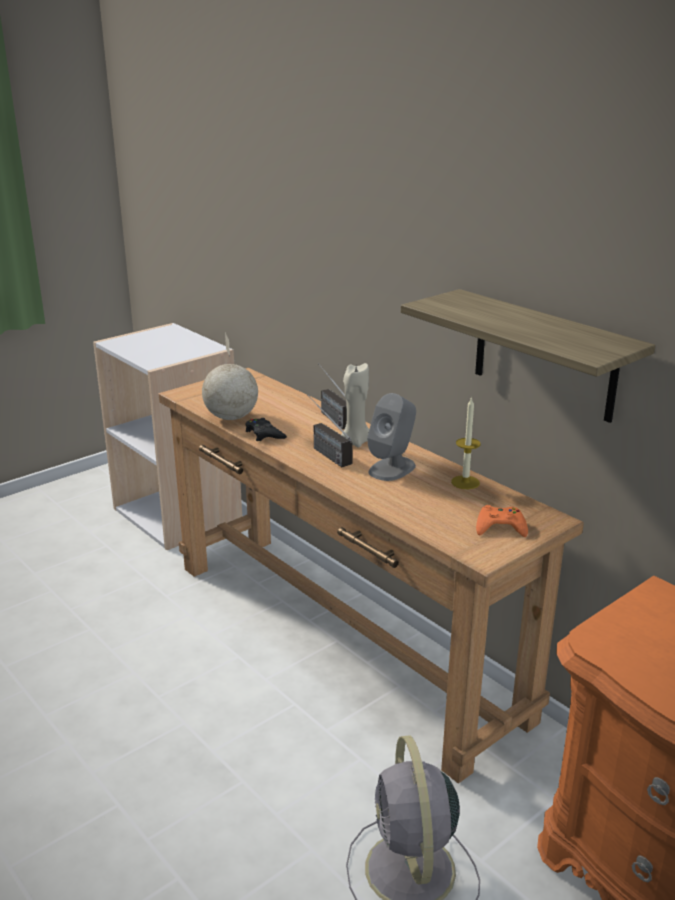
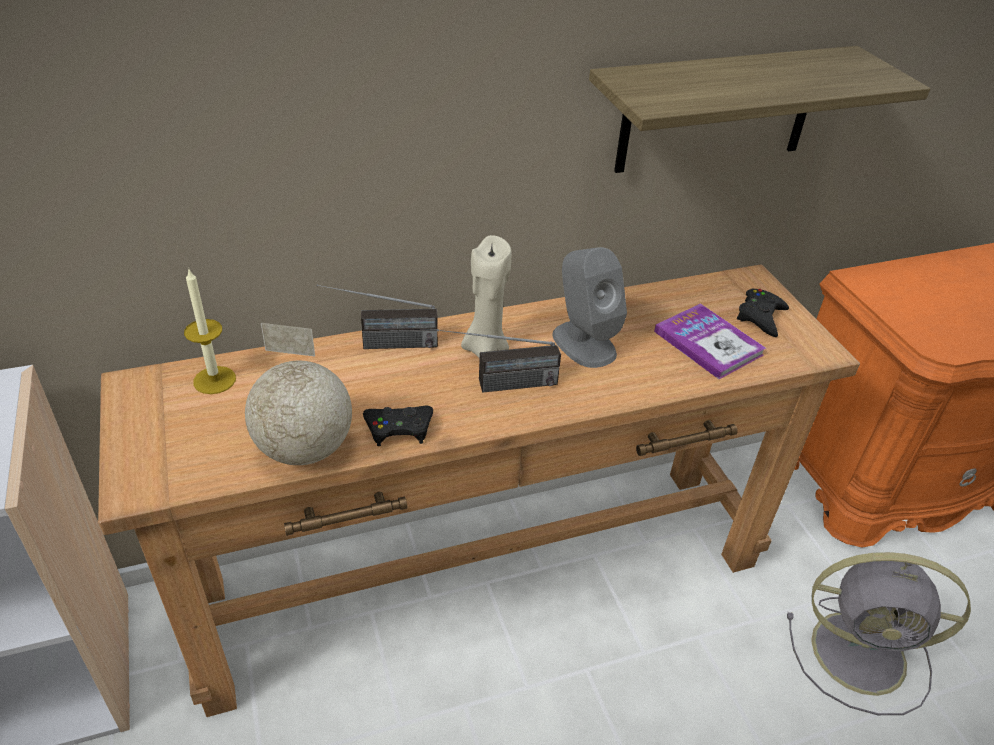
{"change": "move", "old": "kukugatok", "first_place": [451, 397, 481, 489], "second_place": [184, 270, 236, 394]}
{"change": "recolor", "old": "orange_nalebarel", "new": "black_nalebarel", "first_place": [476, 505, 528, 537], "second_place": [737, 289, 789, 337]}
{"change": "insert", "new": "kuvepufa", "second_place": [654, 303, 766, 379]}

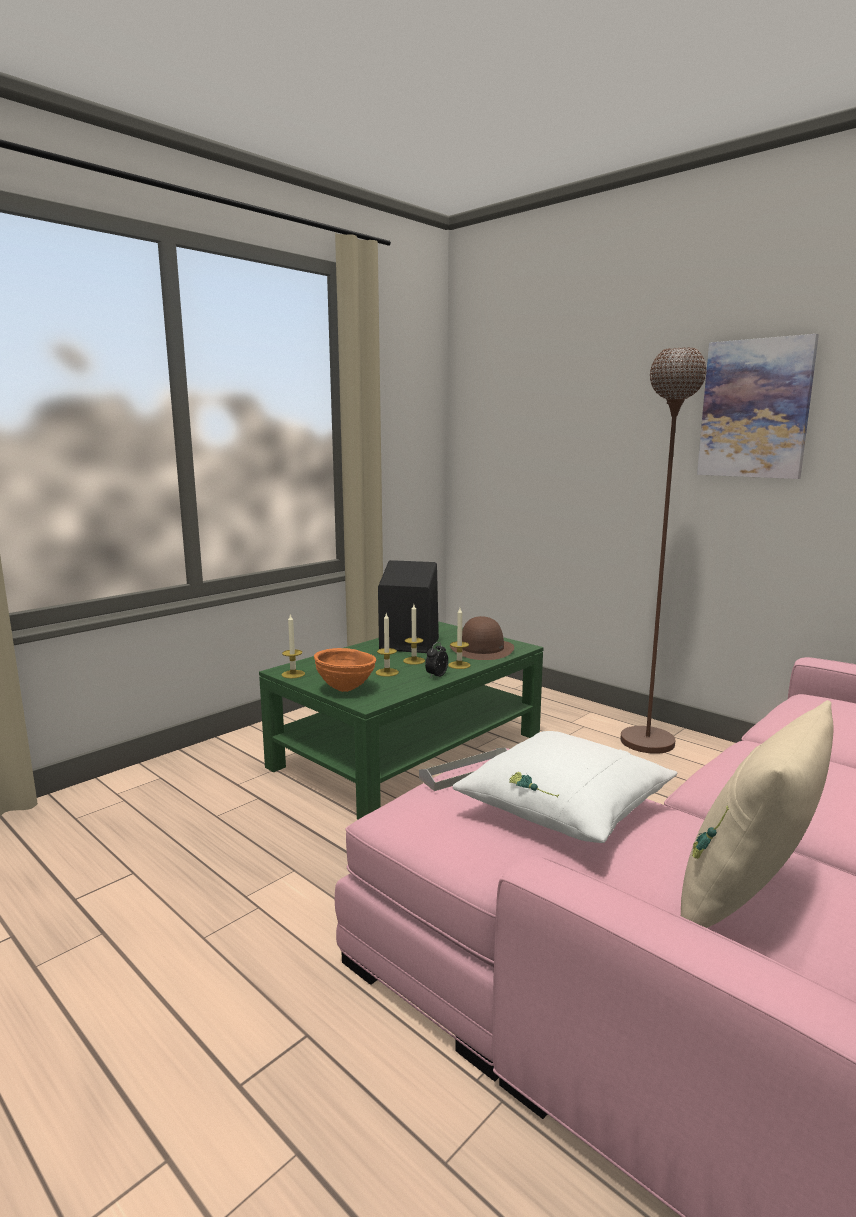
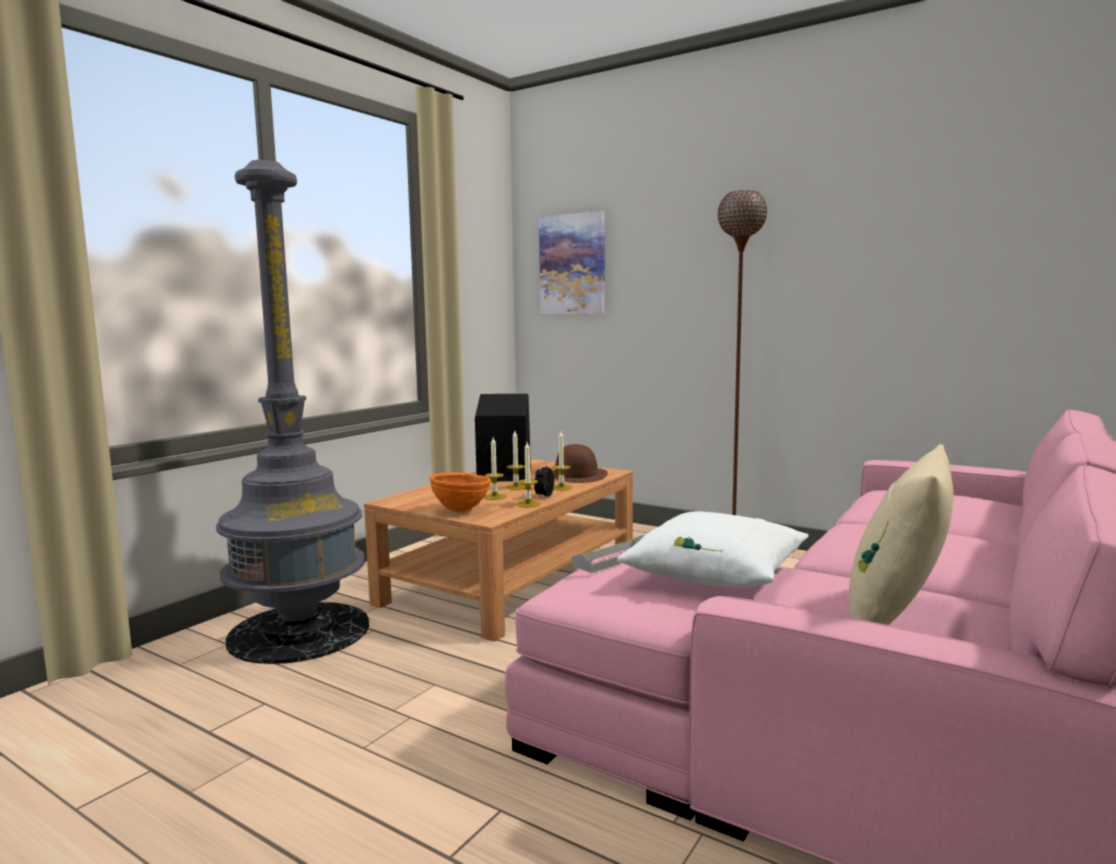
{"change": "move", "old": "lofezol", "first_place": [697, 334, 819, 479], "second_place": [539, 211, 605, 314]}
{"change": "move", "old": "kukugatok", "first_place": [282, 614, 305, 678], "second_place": [516, 442, 540, 507]}
{"change": "recolor", "old": "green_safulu", "new": "brown_safulu", "first_place": [259, 621, 544, 819], "second_place": [364, 459, 633, 642]}
{"change": "insert", "new": "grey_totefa", "second_place": [216, 160, 369, 664]}

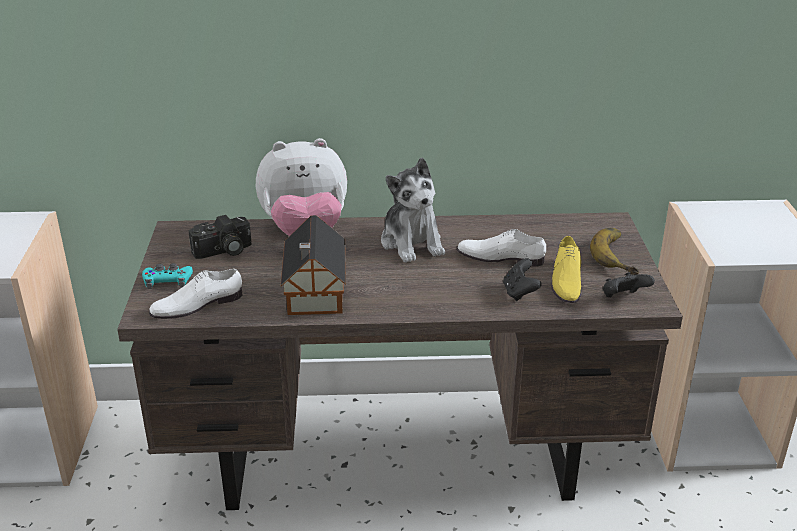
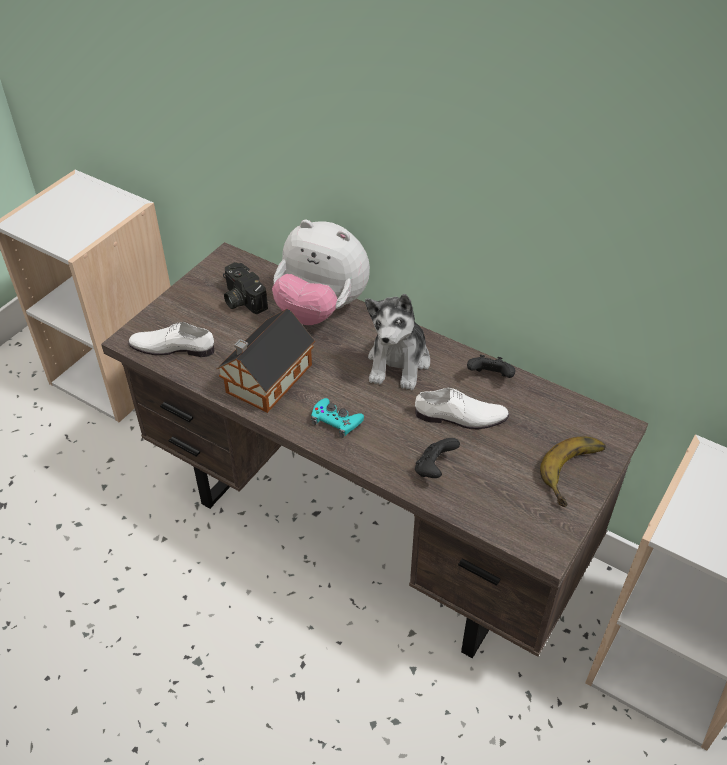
{"change": "rotate", "old": "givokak", "first_place": [188, 215, 252, 259], "second_place": [223, 262, 268, 314], "degrees": 45}
{"change": "rotate", "old": "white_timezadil", "first_place": [457, 229, 546, 267], "second_place": [415, 387, 509, 429], "degrees": 135}
{"change": "delete", "old": "yellow_timezadil", "first_place": [551, 236, 581, 303]}
{"change": "move", "old": "turquoise_nalebarel", "first_place": [142, 263, 193, 289], "second_place": [311, 398, 364, 438]}
{"change": "move", "old": "black_nalebarel", "first_place": [603, 272, 655, 297], "second_place": [467, 355, 515, 378]}

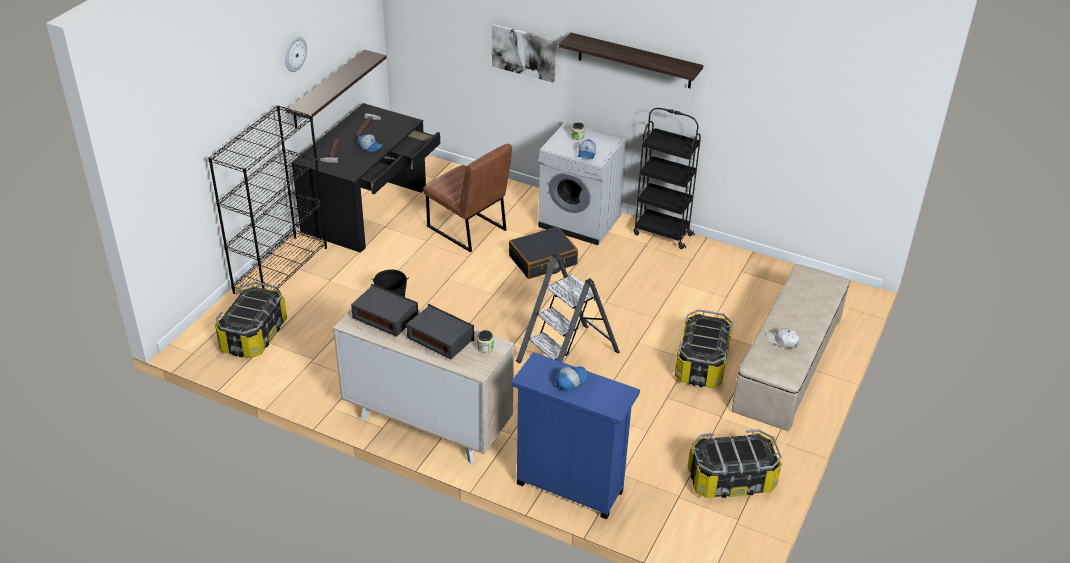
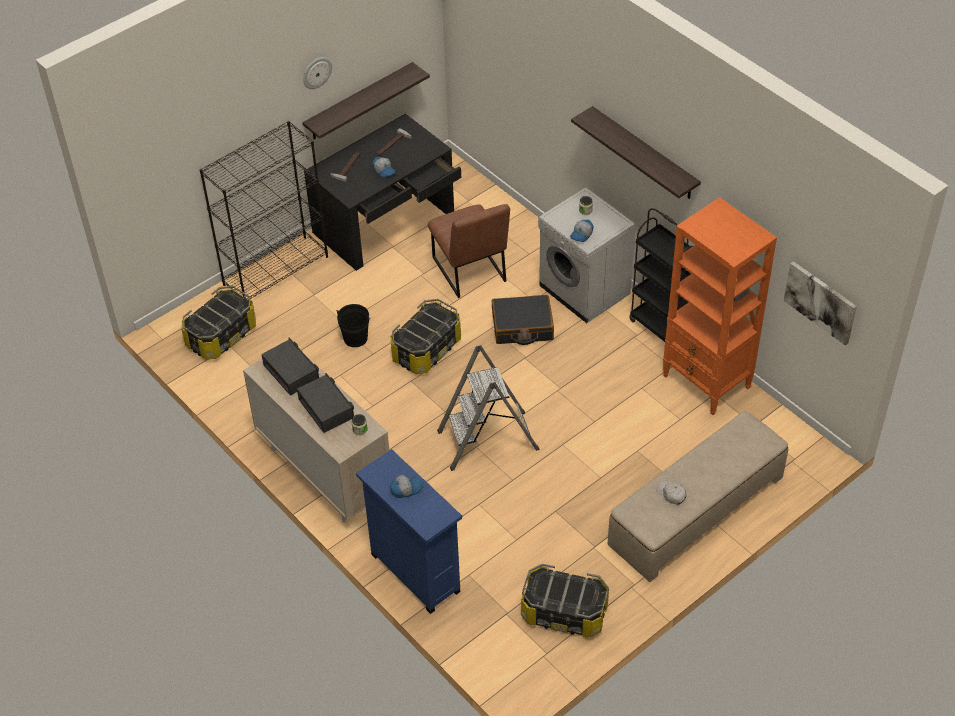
{"change": "move", "old": "lofezol", "first_place": [492, 24, 556, 82], "second_place": [784, 261, 857, 345]}
{"change": "move", "old": "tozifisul", "first_place": [675, 309, 733, 388], "second_place": [390, 299, 461, 374]}
{"change": "insert", "new": "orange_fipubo", "second_place": [663, 197, 777, 415]}

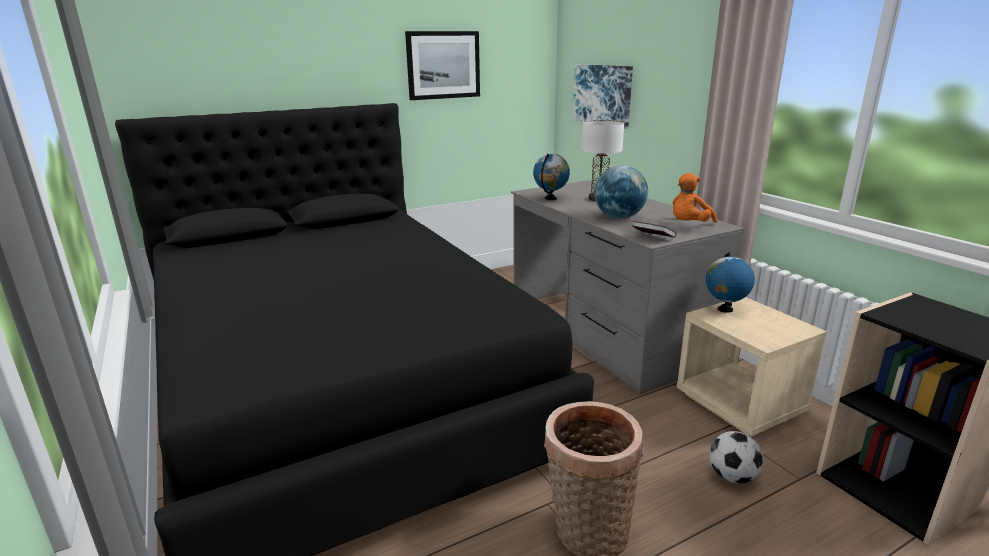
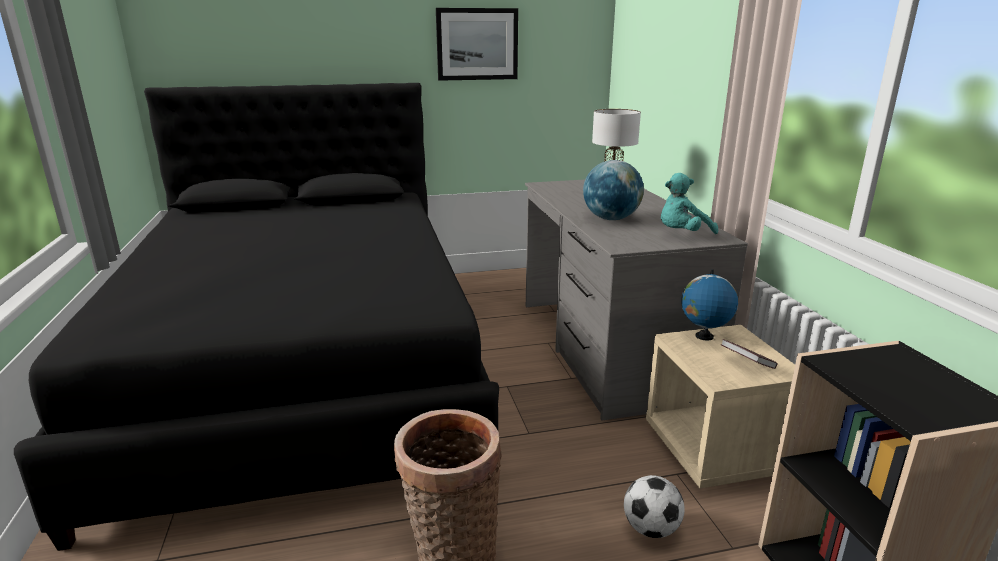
{"change": "delete", "old": "lofezol", "first_place": [573, 64, 633, 129]}
{"change": "delete", "old": "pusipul", "first_place": [533, 154, 570, 200]}
{"change": "recolor", "old": "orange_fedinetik", "new": "turquoise_fedinetik", "first_place": [672, 173, 717, 223], "second_place": [661, 173, 718, 234]}
{"change": "move", "old": "kuvepufa", "first_place": [632, 221, 676, 237], "second_place": [721, 339, 778, 369]}

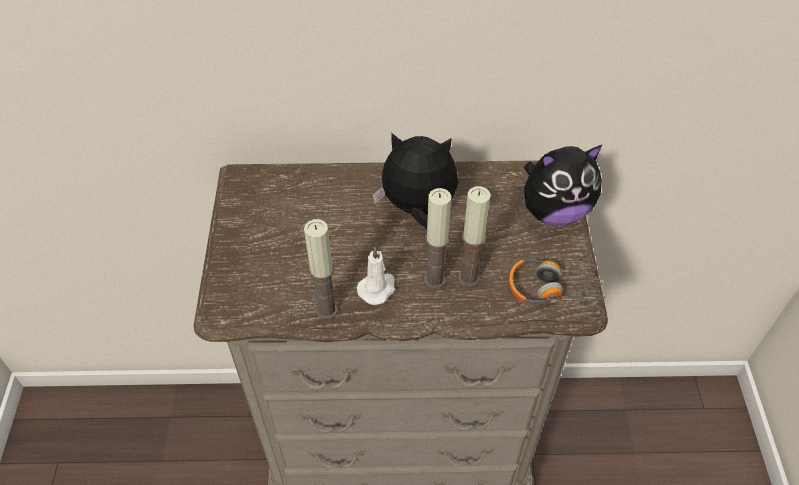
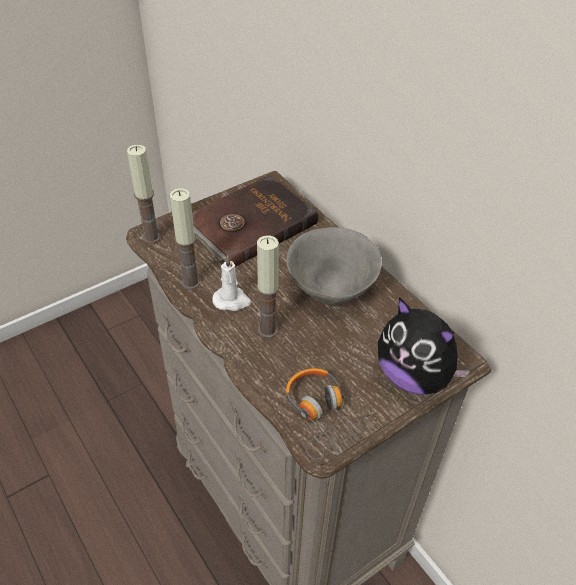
{"change": "replace", "old": "fedinetik", "new": "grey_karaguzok", "first_place": [372, 133, 458, 229], "second_place": [286, 227, 382, 305]}
{"change": "move", "old": "kukugatok", "first_place": [458, 186, 491, 287], "second_place": [127, 145, 161, 244]}
{"change": "insert", "new": "brown_kuvepufa", "second_place": [192, 175, 318, 267]}

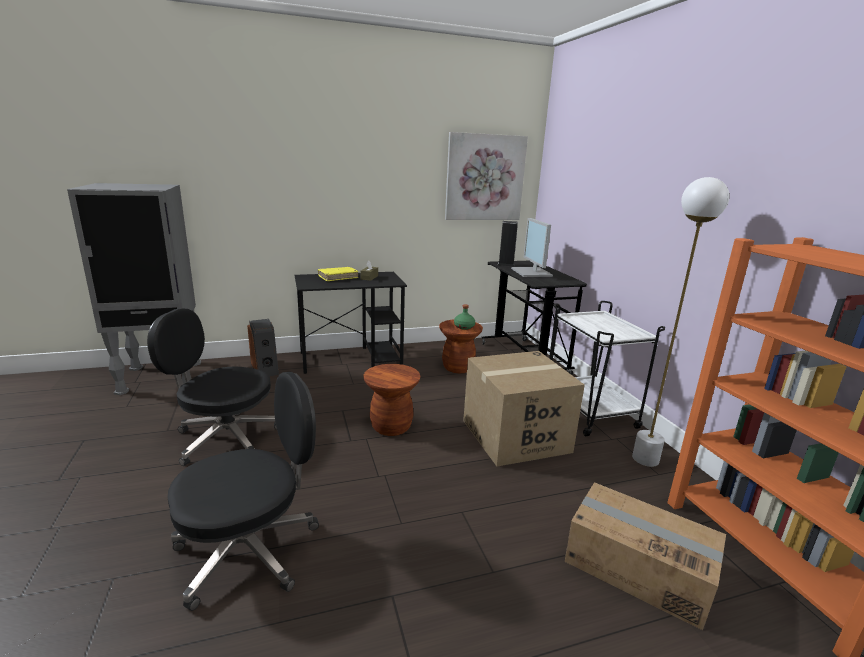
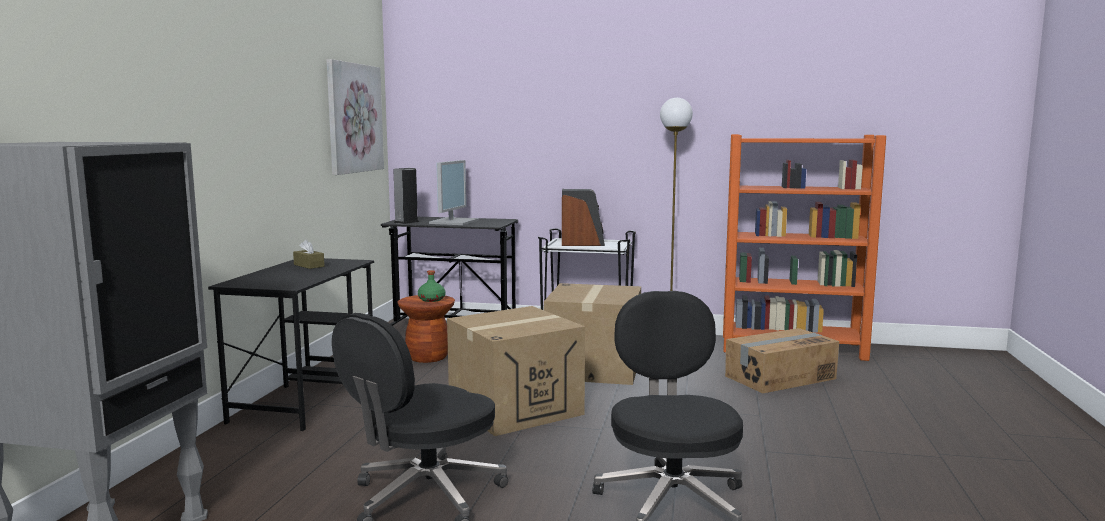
{"change": "rotate", "old": "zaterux", "first_place": [511, 218, 553, 277], "second_place": [429, 160, 479, 225], "degrees": -90}
{"change": "delete", "old": "yellow_kuvepufa", "first_place": [318, 267, 358, 281]}
{"change": "move", "old": "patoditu", "first_place": [247, 319, 279, 376], "second_place": [562, 189, 605, 246]}
{"change": "replace", "old": "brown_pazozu", "new": "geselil", "first_place": [363, 364, 421, 436], "second_place": [447, 306, 585, 436]}

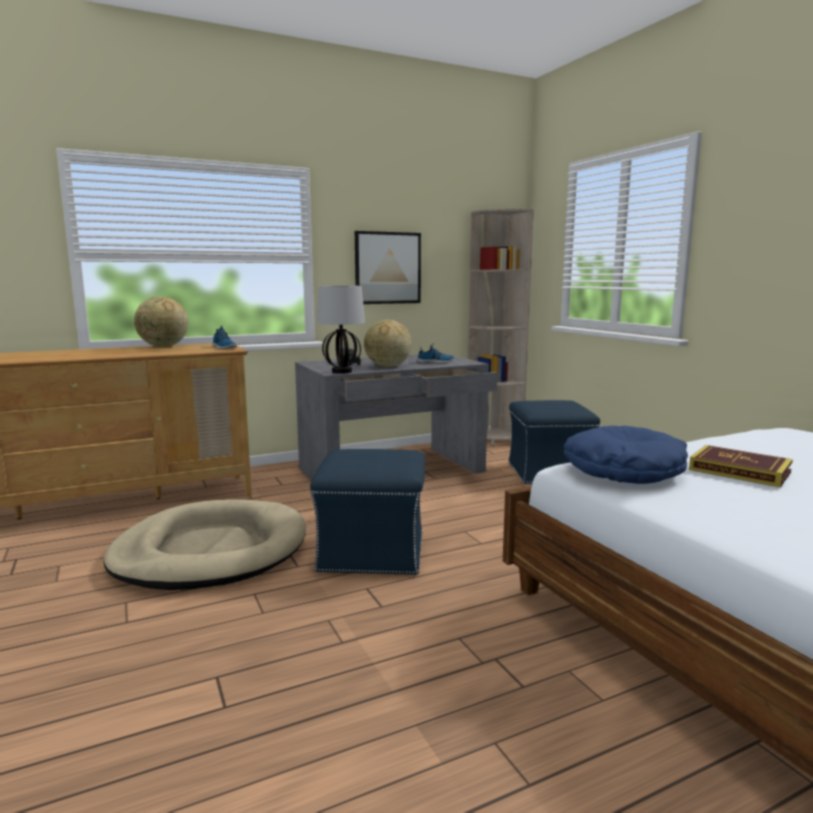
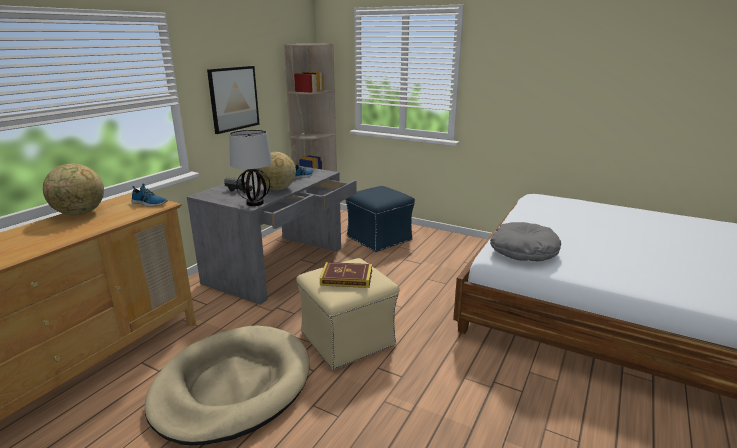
{"change": "recolor", "old": "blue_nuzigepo", "new": "grey_nuzigepo", "first_place": [564, 426, 688, 484], "second_place": [490, 222, 561, 261]}
{"change": "move", "old": "kuvepufa", "first_place": [689, 445, 793, 488], "second_place": [320, 262, 372, 288]}
{"change": "recolor", "old": "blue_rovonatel", "new": "beige_rovonatel", "first_place": [310, 449, 425, 575], "second_place": [296, 258, 400, 370]}

